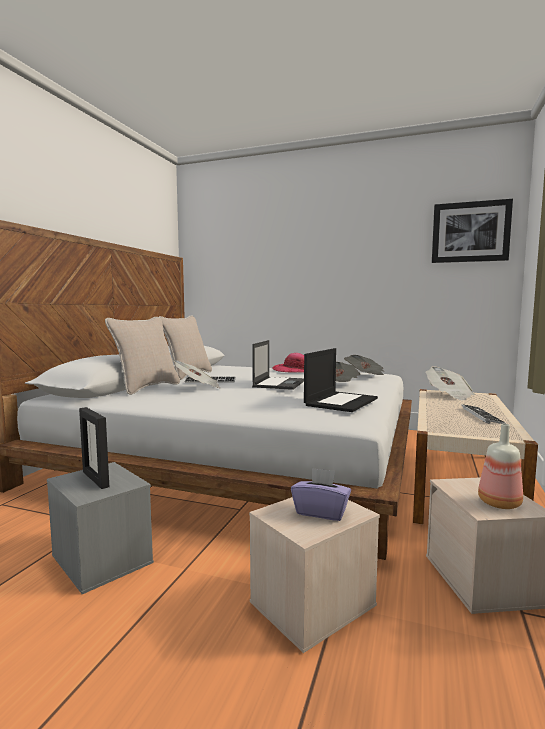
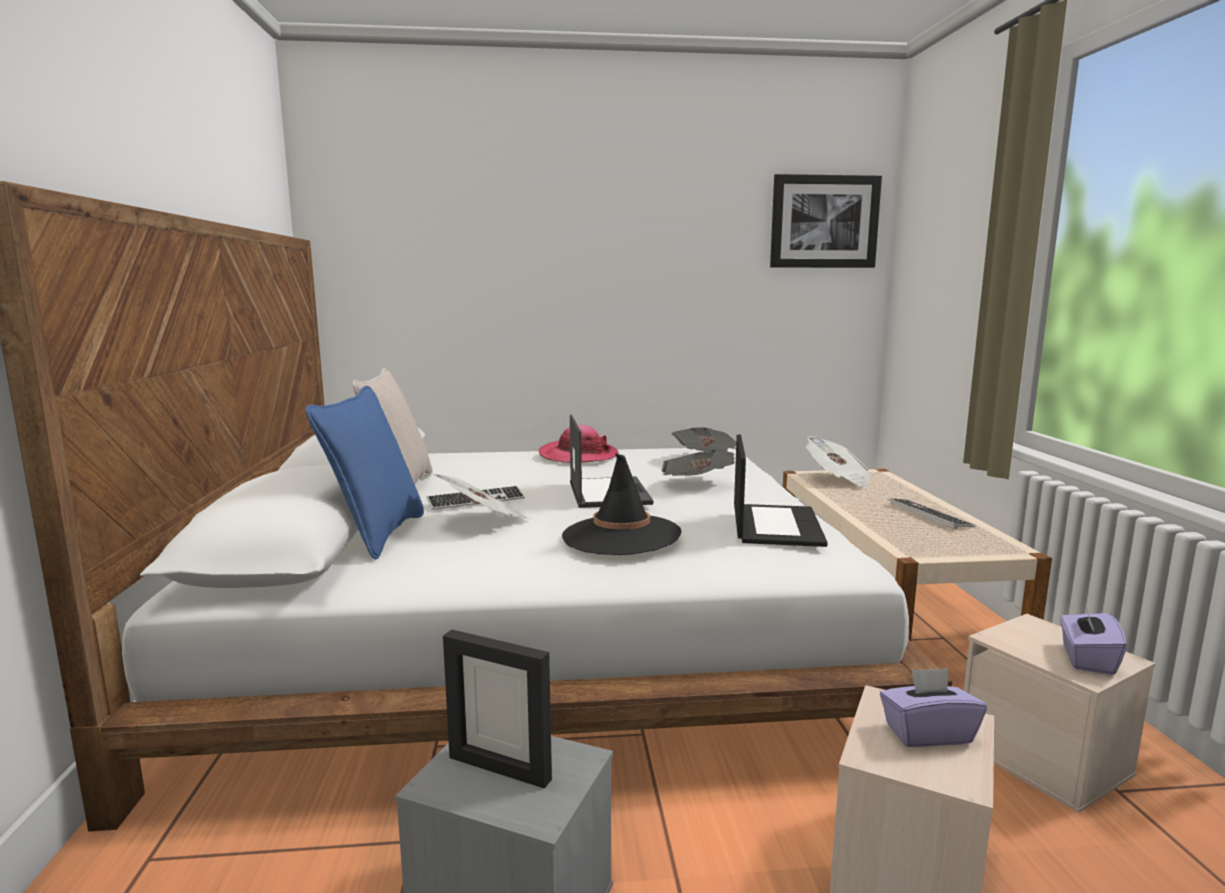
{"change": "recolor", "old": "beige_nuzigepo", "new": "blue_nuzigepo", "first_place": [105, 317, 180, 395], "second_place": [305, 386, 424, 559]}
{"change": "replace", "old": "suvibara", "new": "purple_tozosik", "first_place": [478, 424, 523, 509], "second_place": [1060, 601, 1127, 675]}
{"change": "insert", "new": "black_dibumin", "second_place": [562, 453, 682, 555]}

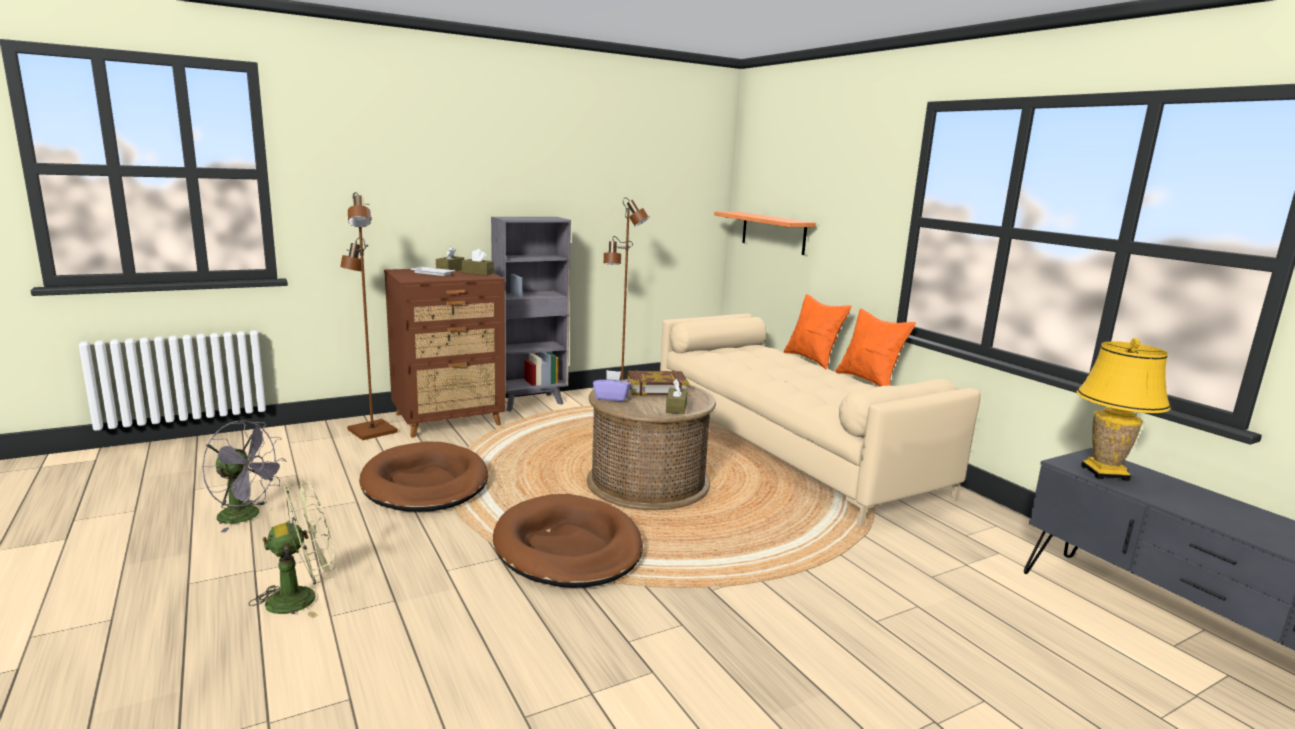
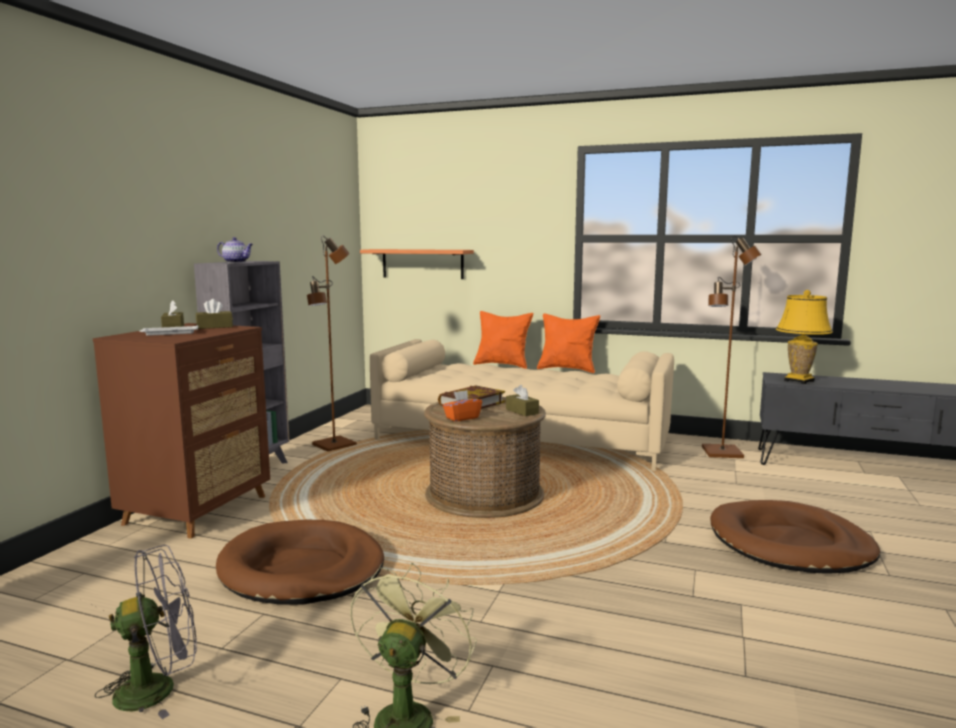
{"change": "move", "old": "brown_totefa", "first_place": [340, 192, 398, 440], "second_place": [702, 236, 762, 458]}
{"change": "recolor", "old": "purple_tozosik", "new": "orange_tozosik", "first_place": [593, 370, 631, 402], "second_place": [443, 390, 482, 422]}
{"change": "move", "old": "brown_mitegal", "first_place": [493, 494, 643, 588], "second_place": [710, 500, 880, 574]}
{"change": "insert", "new": "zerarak", "second_place": [217, 237, 253, 263]}

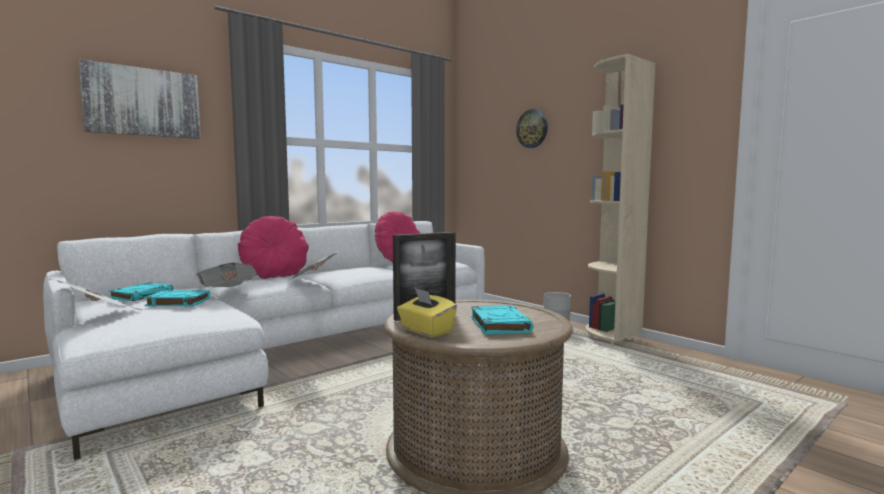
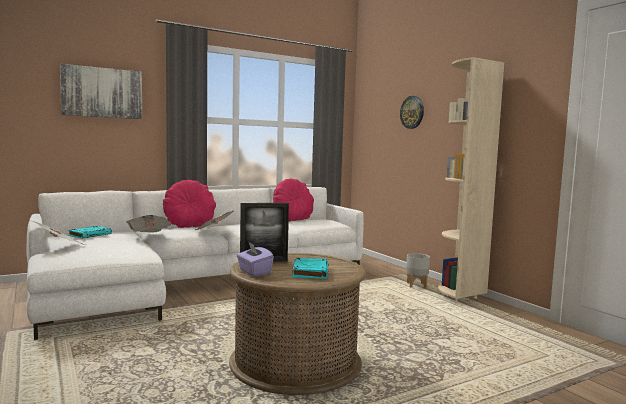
{"change": "recolor", "old": "yellow_tozosik", "new": "purple_tozosik", "first_place": [397, 288, 457, 337], "second_place": [237, 241, 274, 276]}
{"change": "delete", "old": "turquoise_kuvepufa", "first_place": [144, 290, 210, 307]}

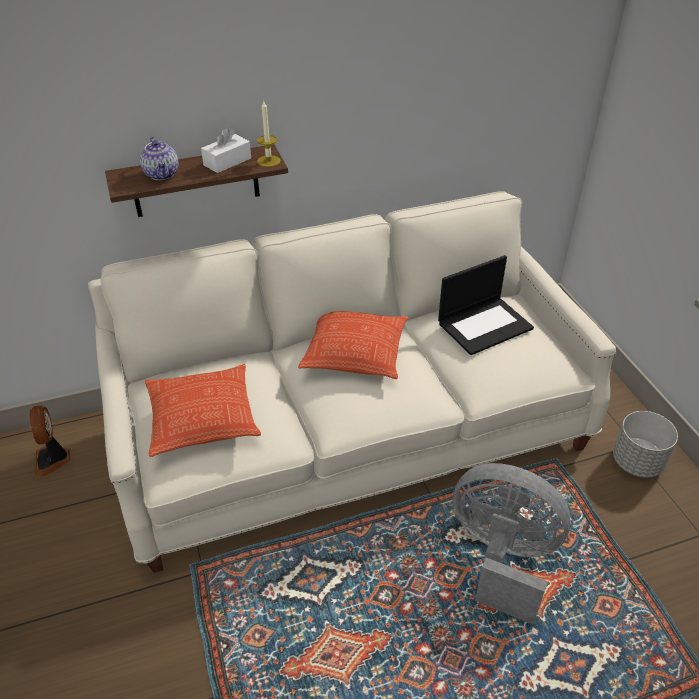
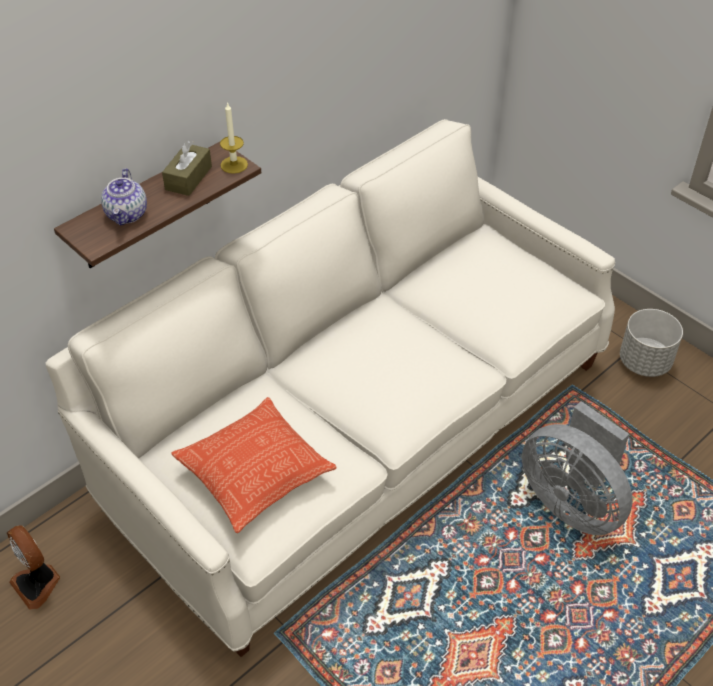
{"change": "recolor", "old": "white_tozosik", "new": "brown_tozosik", "first_place": [201, 127, 251, 173], "second_place": [162, 140, 212, 196]}
{"change": "rotate", "old": "zerarak", "first_place": [140, 137, 179, 180], "second_place": [101, 168, 147, 226], "degrees": 45}
{"change": "delete", "old": "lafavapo", "first_place": [438, 255, 534, 355]}
{"change": "delete", "old": "orange_nuzigepo", "first_place": [298, 311, 408, 379]}
{"change": "rotate", "old": "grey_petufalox", "first_place": [453, 463, 571, 625], "second_place": [522, 401, 633, 535], "degrees": -135}

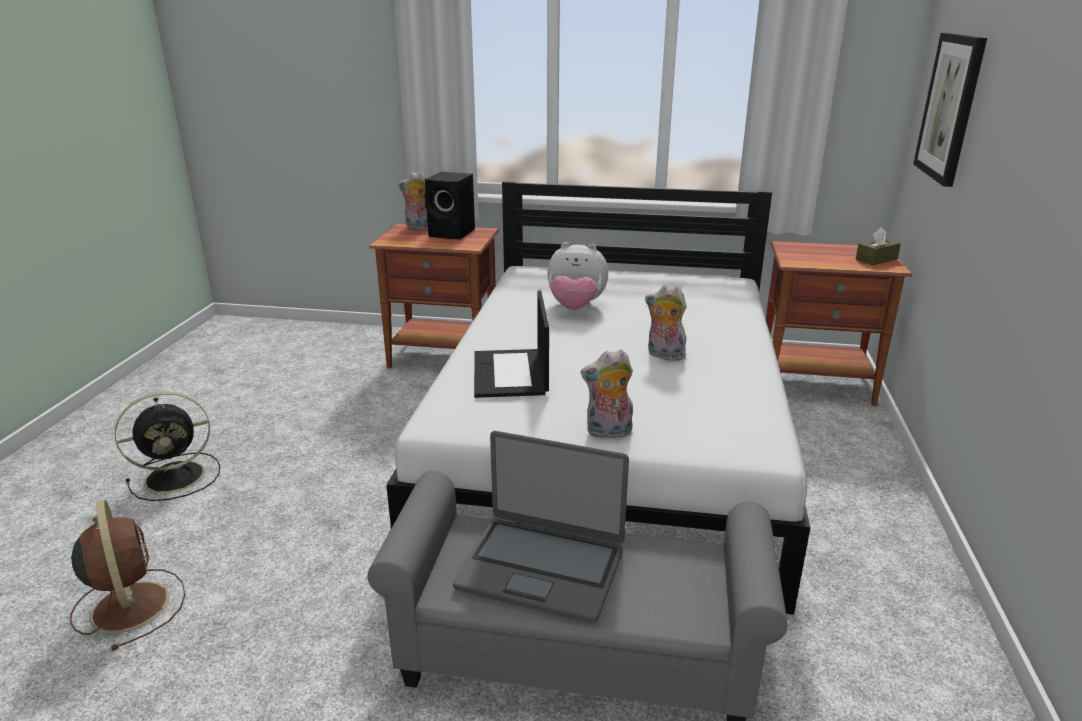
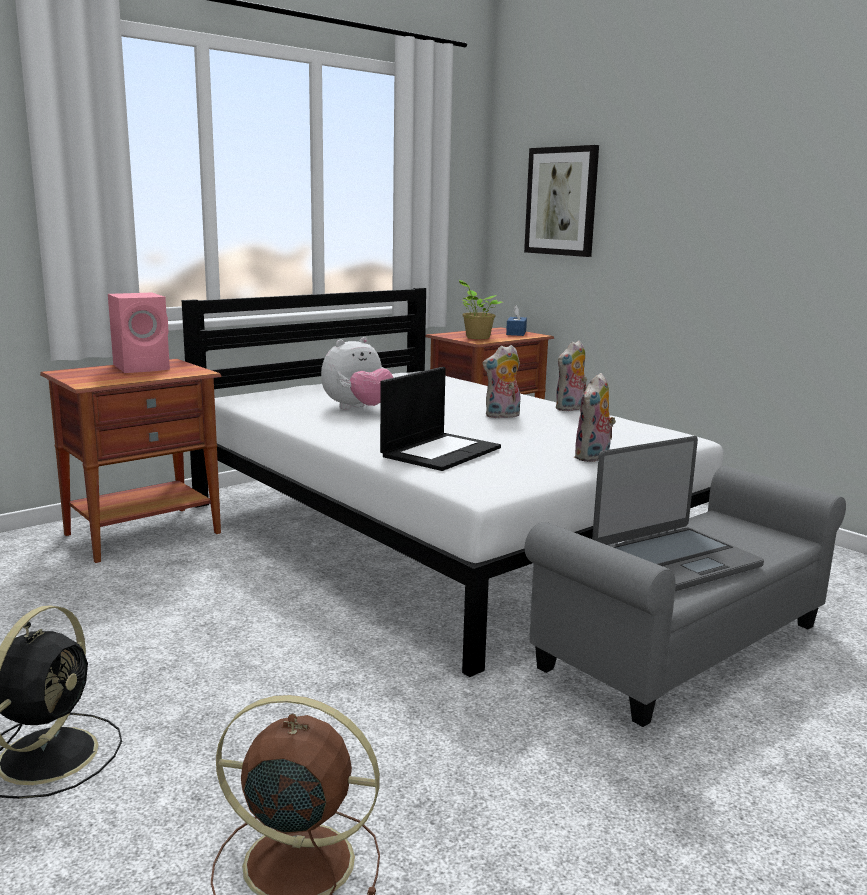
{"change": "move", "old": "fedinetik", "first_place": [398, 172, 428, 230], "second_place": [556, 341, 587, 412]}
{"change": "recolor", "old": "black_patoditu", "new": "pink_patoditu", "first_place": [424, 172, 475, 239], "second_place": [108, 292, 170, 373]}
{"change": "recolor", "old": "brown_tozosik", "new": "blue_tozosik", "first_place": [855, 227, 901, 265], "second_place": [506, 305, 527, 336]}
{"change": "rotate", "old": "lafavapo", "first_place": [474, 291, 549, 398], "second_place": [380, 367, 501, 471], "degrees": -90}
{"change": "insert", "new": "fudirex", "second_place": [459, 280, 502, 339]}

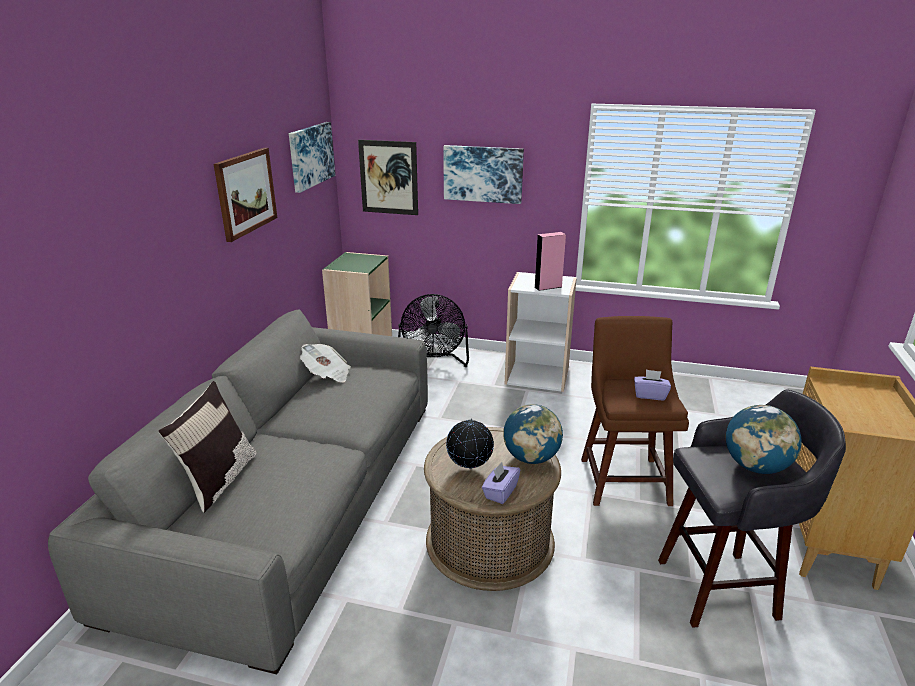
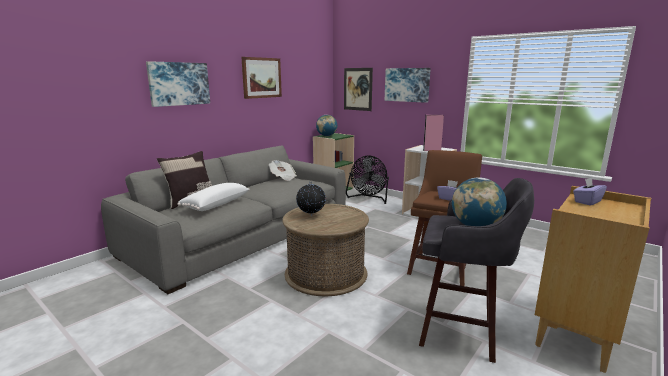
{"change": "move", "old": "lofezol", "first_place": [289, 122, 335, 193], "second_place": [146, 61, 210, 107]}
{"change": "move", "old": "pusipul", "first_place": [503, 404, 563, 464], "second_place": [316, 115, 337, 136]}
{"change": "move", "old": "purple_tozosik", "first_place": [482, 462, 520, 504], "second_place": [573, 177, 607, 206]}
{"change": "insert", "new": "white_nuzigepo", "second_place": [177, 183, 250, 211]}

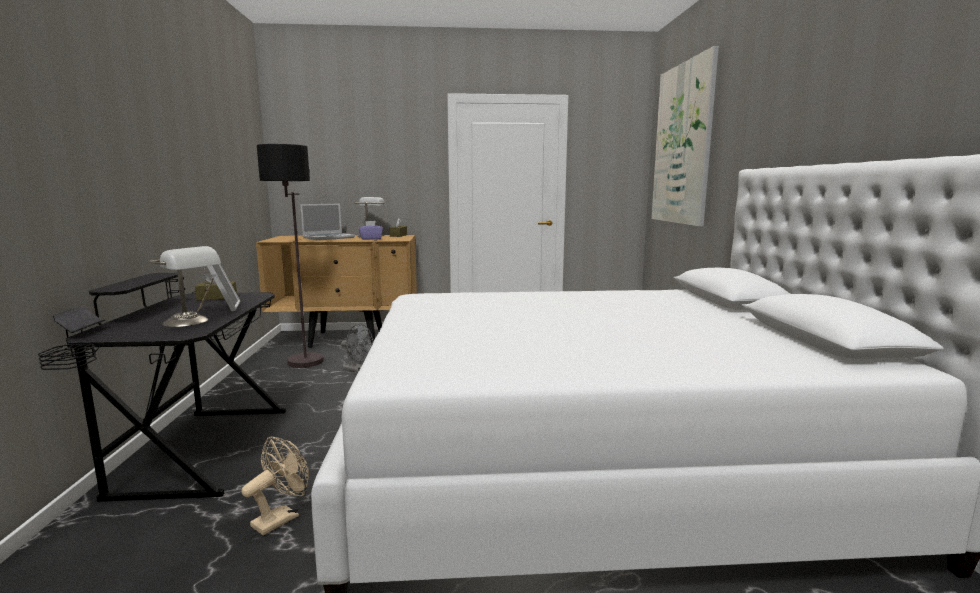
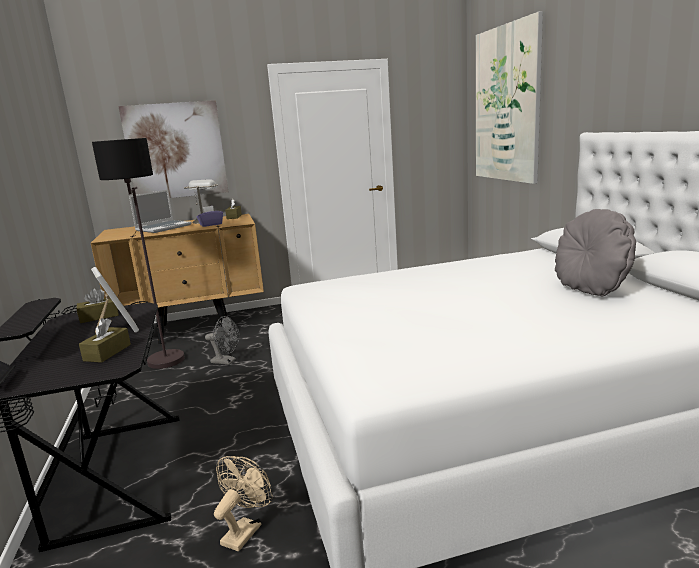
{"change": "replace", "old": "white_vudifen", "new": "brown_tozosik", "first_place": [149, 246, 221, 327], "second_place": [79, 318, 131, 363]}
{"change": "insert", "new": "lofezol", "second_place": [118, 100, 228, 198]}
{"change": "insert", "new": "grey_nuzigepo", "second_place": [555, 209, 636, 296]}

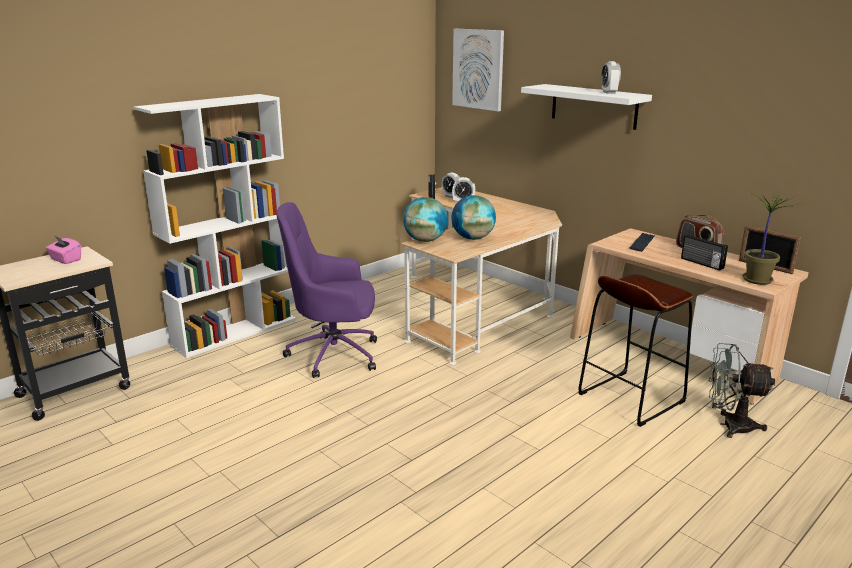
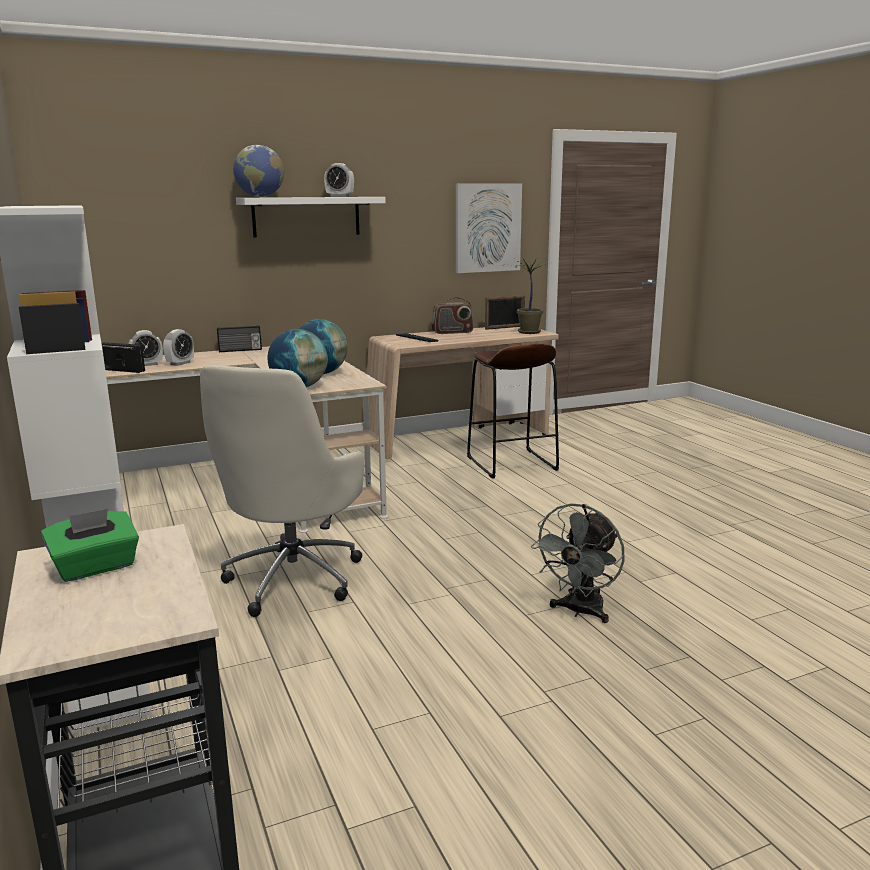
{"change": "move", "old": "lofezol", "first_place": [452, 29, 504, 111], "second_place": [456, 184, 522, 273]}
{"change": "recolor", "old": "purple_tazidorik", "new": "beige_tazidorik", "first_place": [276, 202, 377, 378], "second_place": [200, 365, 364, 617]}
{"change": "move", "old": "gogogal", "first_place": [681, 234, 728, 271], "second_place": [217, 325, 262, 352]}
{"change": "recolor", "old": "pink_tozosik", "new": "green_tozosik", "first_place": [46, 235, 81, 264], "second_place": [41, 509, 139, 582]}
{"change": "move", "old": "grey_petufalox", "first_place": [709, 343, 775, 438], "second_place": [531, 503, 625, 623]}
{"change": "insert", "new": "pusipul", "second_place": [233, 145, 284, 197]}

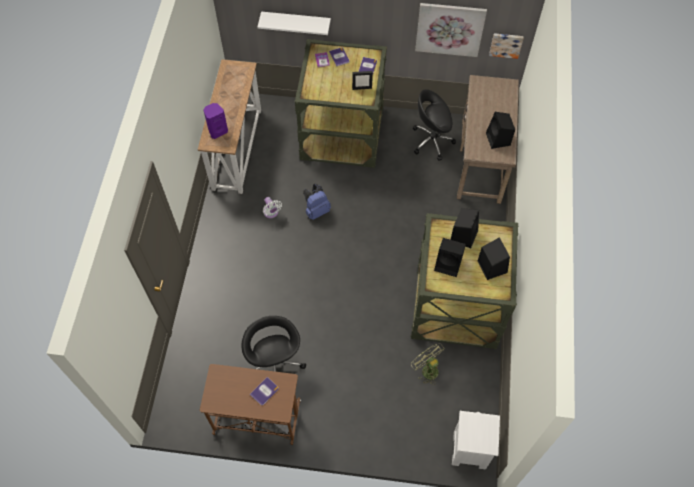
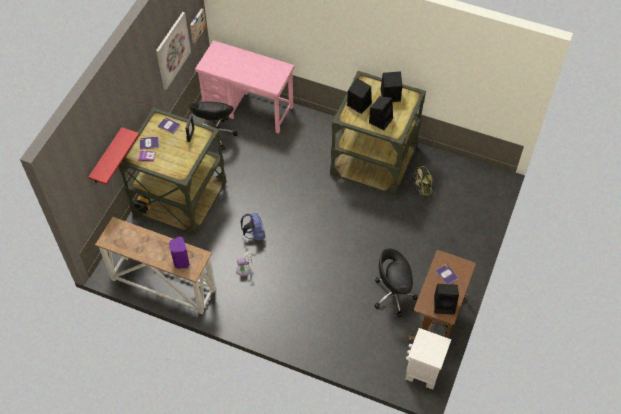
{"change": "recolor", "old": "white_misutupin", "new": "red_misutupin", "first_place": [258, 12, 331, 35], "second_place": [88, 127, 139, 185]}
{"change": "recolor", "old": "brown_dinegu", "new": "pink_dinegu", "first_place": [457, 75, 519, 204], "second_place": [195, 40, 295, 134]}
{"change": "move", "old": "black_patoditu", "first_place": [486, 112, 515, 149], "second_place": [434, 284, 459, 314]}
{"change": "move", "old": "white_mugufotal", "first_place": [452, 411, 500, 470], "second_place": [405, 328, 451, 390]}

